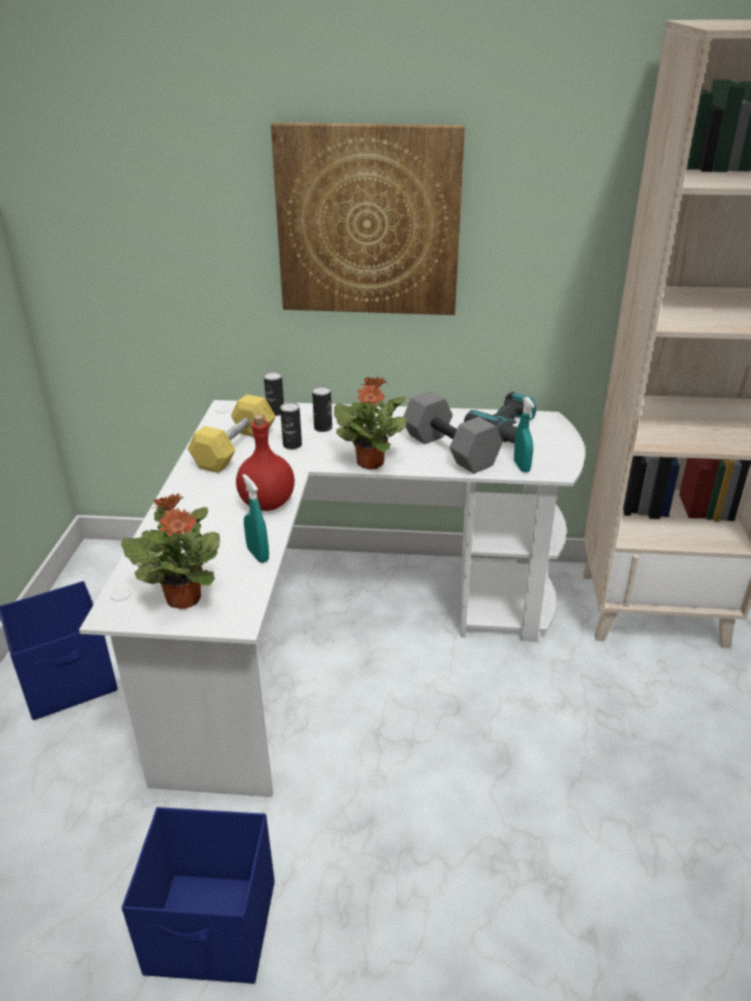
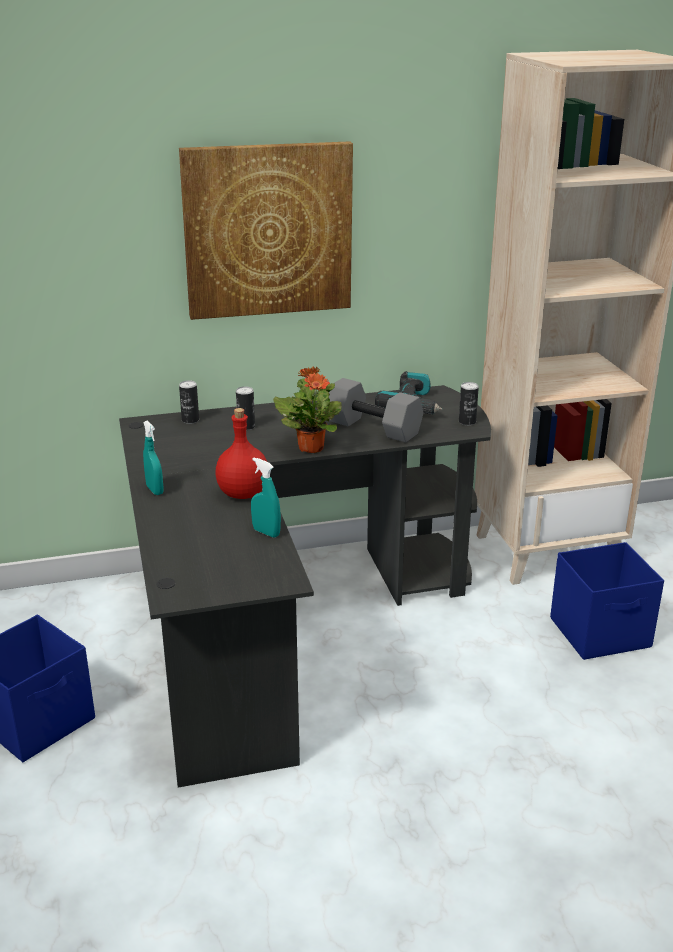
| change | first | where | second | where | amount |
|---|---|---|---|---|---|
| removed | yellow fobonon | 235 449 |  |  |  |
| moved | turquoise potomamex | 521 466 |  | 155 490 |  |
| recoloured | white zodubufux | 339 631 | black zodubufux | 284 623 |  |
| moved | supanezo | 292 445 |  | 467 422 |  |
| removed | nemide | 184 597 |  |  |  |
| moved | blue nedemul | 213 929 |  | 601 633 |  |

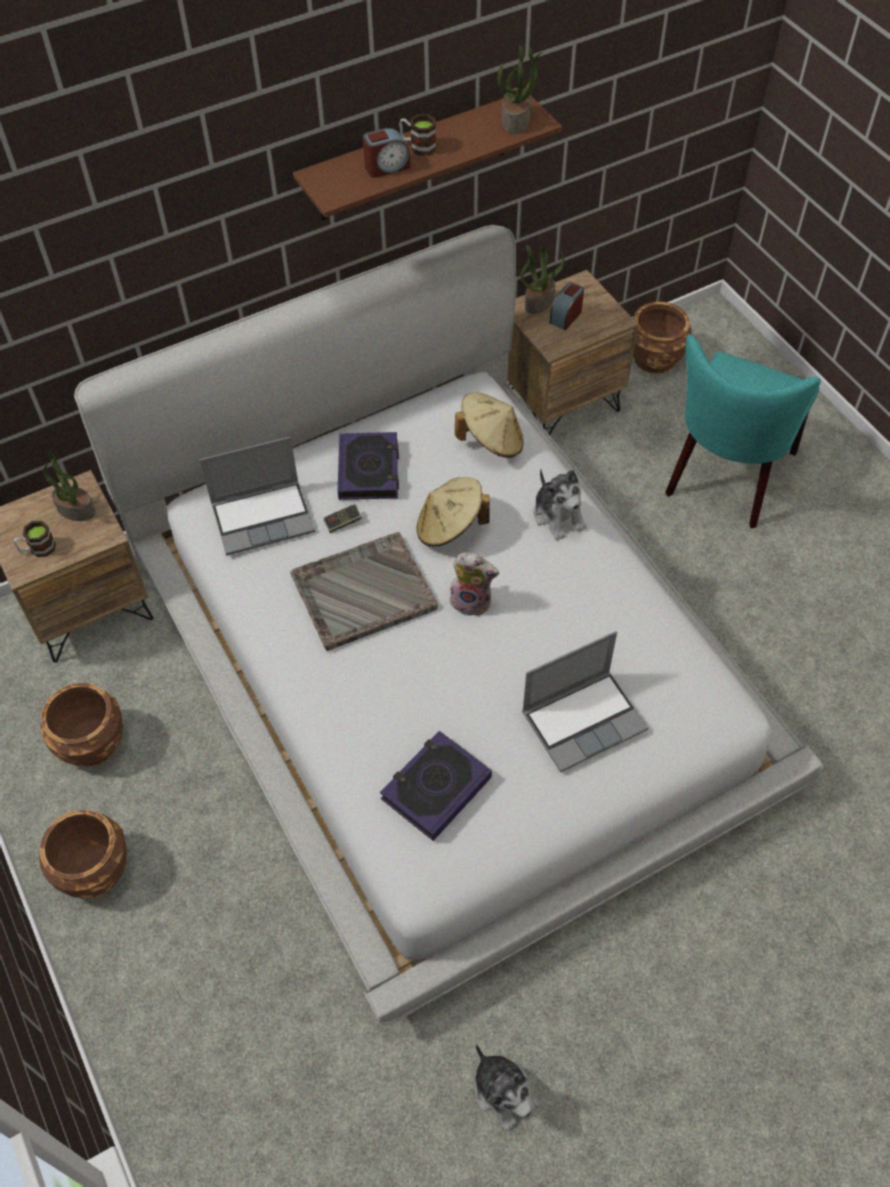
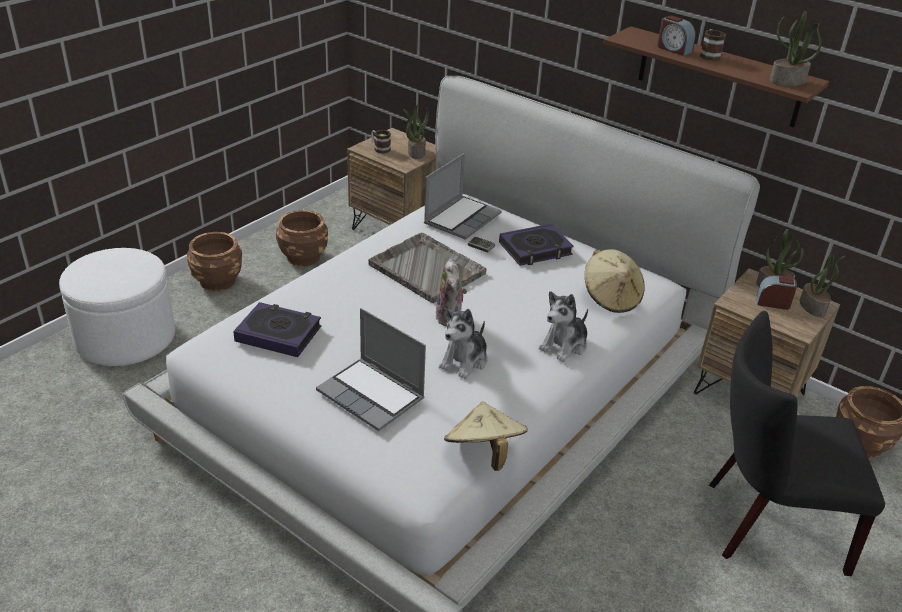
| change | first | where | second | where | amount |
|---|---|---|---|---|---|
| recoloured | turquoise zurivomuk | 726 478 | black zurivomuk | 765 524 |  |
| turned | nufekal | 264 517 |  | 462 218 | 105 degrees counterclockwise |
| moved | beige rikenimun | 450 527 |  | 484 453 |  |
| moved | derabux | 504 1091 |  | 465 361 |  |
| added |  |  | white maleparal | 126 338 |  |
| added |  |  | nemide | 813 307 |  |

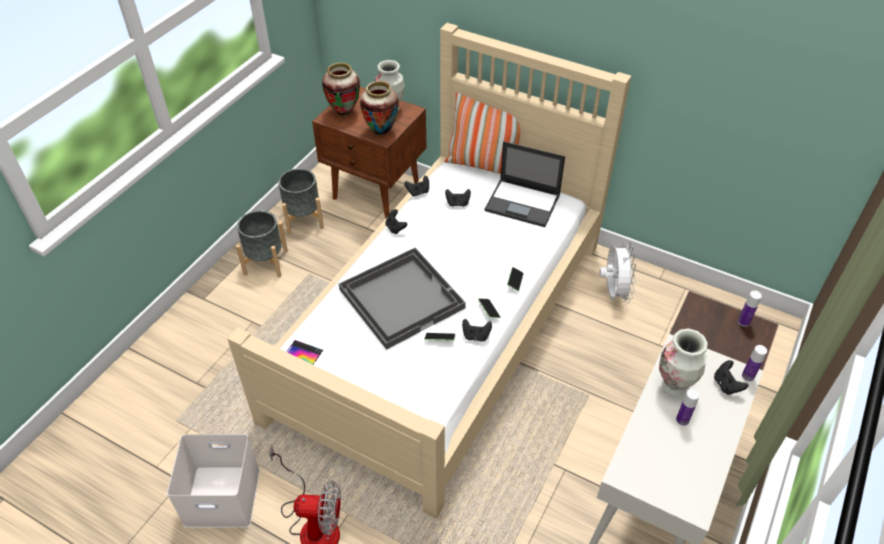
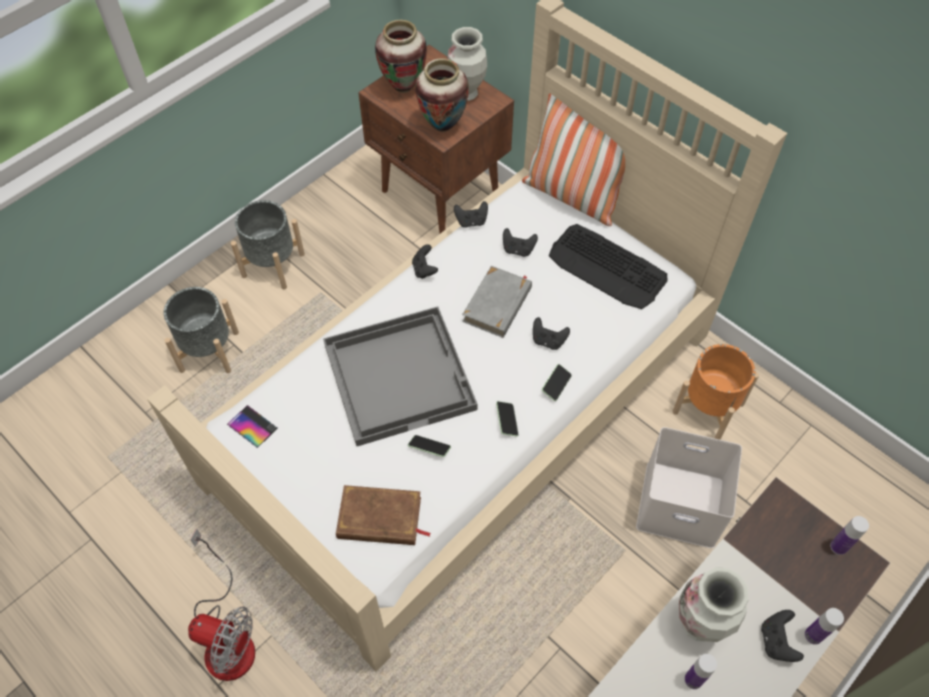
| change | first | where | second | where | amount |
|---|---|---|---|---|---|
| replaced | nufekal | 523 203 | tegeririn | 607 267 |  |
| moved | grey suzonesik | 303 219 |  | 209 351 |  |
| replaced | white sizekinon | 613 292 | orange suzonesik | 707 408 |  |
| moved | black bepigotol | 476 336 |  | 548 341 |  |
| moved | white nedemul | 220 498 |  | 678 505 |  |
| added |  |  | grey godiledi | 498 304 |  |
| added |  |  | brown godiledi | 380 519 |  |

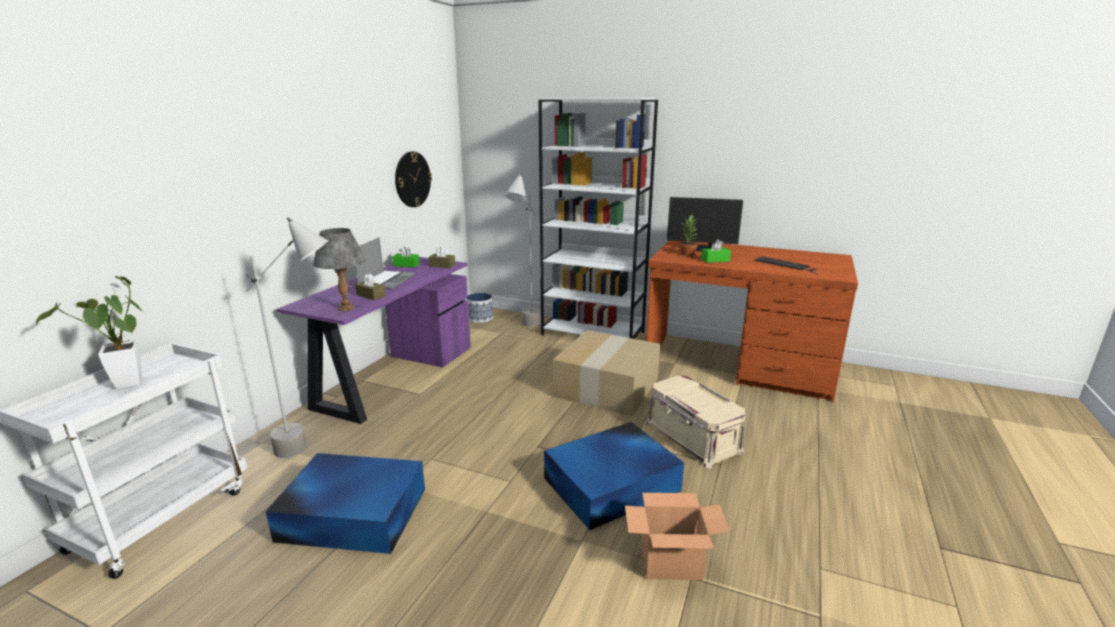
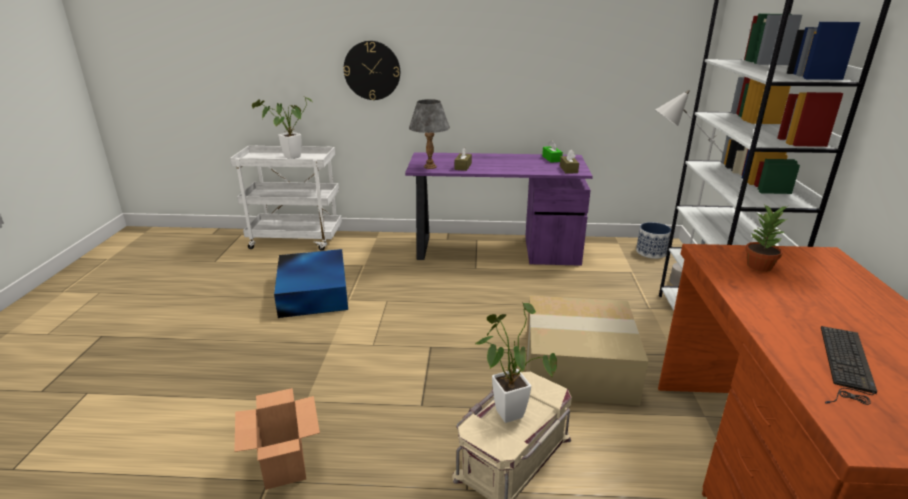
| change | first | where | second | where | amount |
|---|---|---|---|---|---|
| moved | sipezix | 412 179 |  | 372 70 |  |
| removed | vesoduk | 701 249 |  |  |  |
| removed | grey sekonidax | 316 448 |  |  |  |
| removed | nufekal | 386 281 |  |  |  |
| removed | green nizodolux | 715 260 |  |  |  |
| removed | blue nedemul | 613 484 |  |  |  |
| added |  |  | nemide | 506 409 |  |

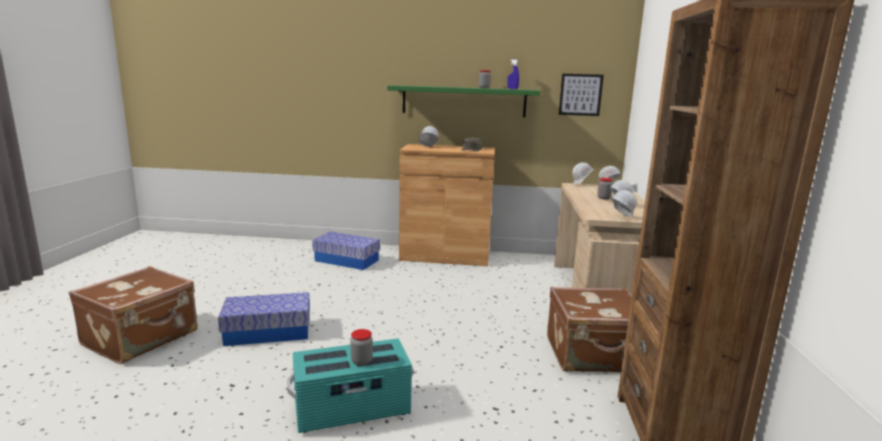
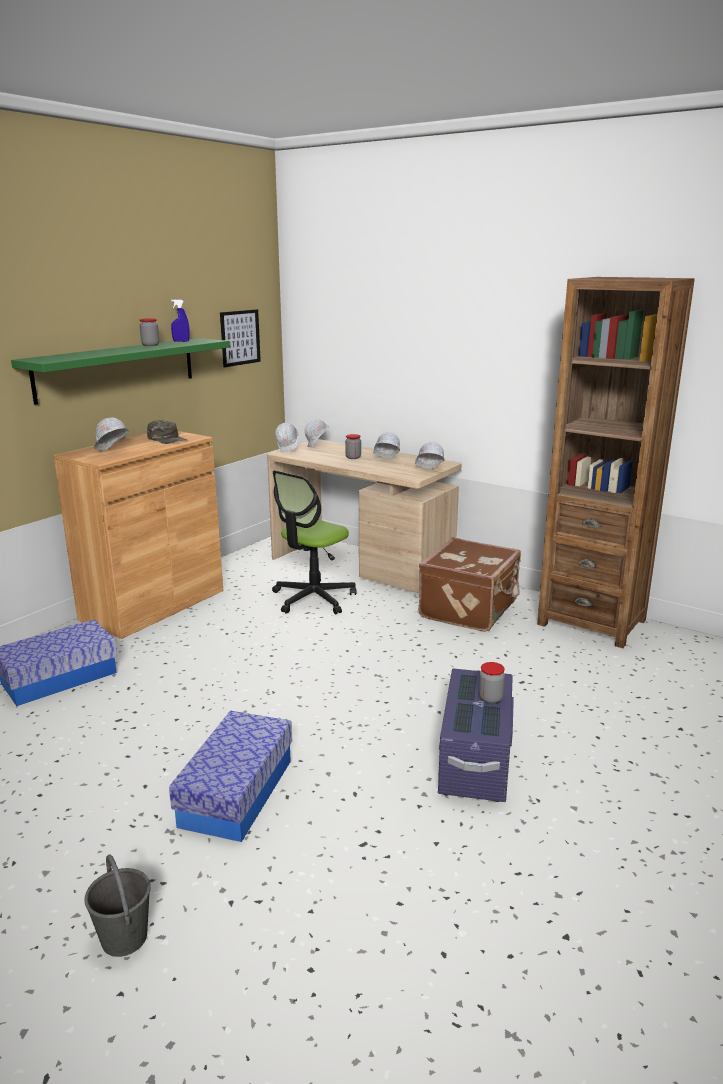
| change | first | where | second | where | amount |
|---|---|---|---|---|---|
| replaced | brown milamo | 142 338 | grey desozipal | 124 937 |  |
| recoloured | turquoise nedemul | 352 409 | purple nedemul | 475 760 |  |
| added |  |  | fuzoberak | 313 598 |  |

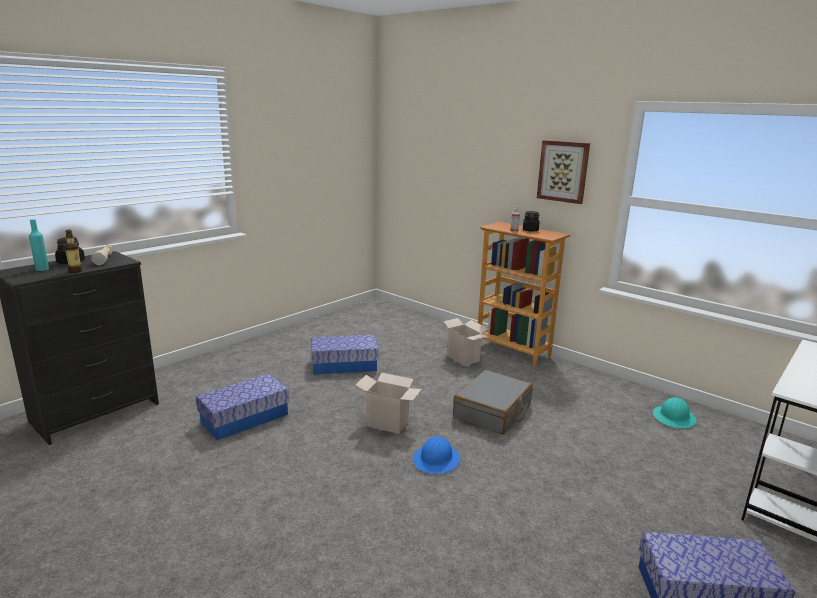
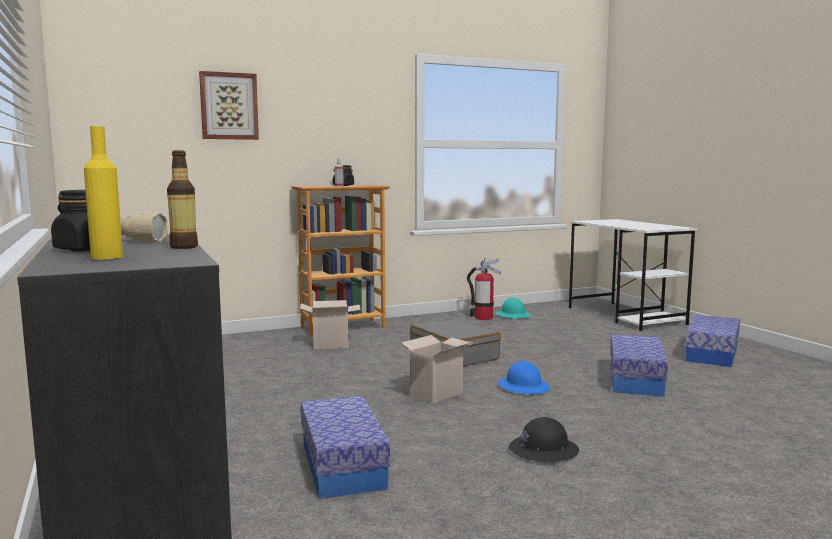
| change | first | where | second | where | amount |
|---|---|---|---|---|---|
| moved | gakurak | 563 171 |  | 229 106 |  |
| recoloured | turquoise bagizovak | 42 269 | yellow bagizovak | 107 257 |  |
| moved | nedemul | 344 365 |  | 635 380 |  |
| added |  |  | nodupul | 483 318 |  |
| added |  |  | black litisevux | 543 450 |  |

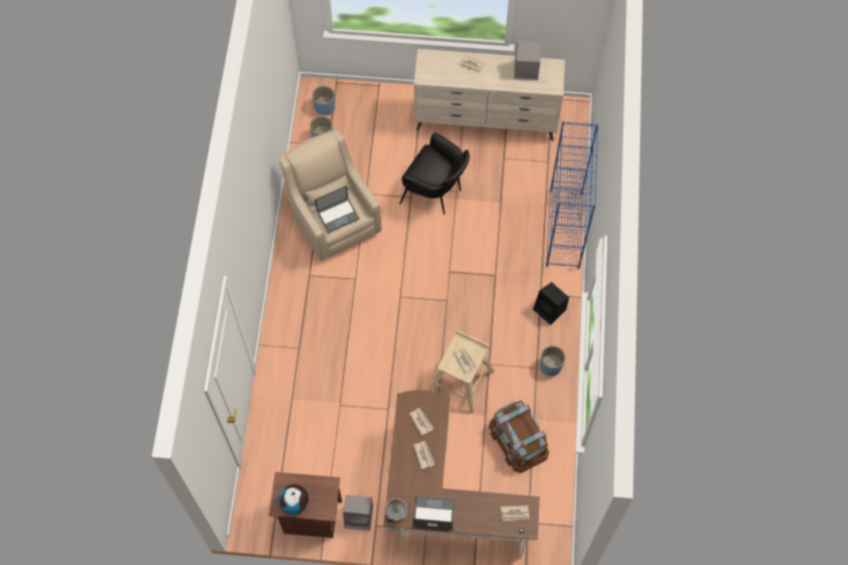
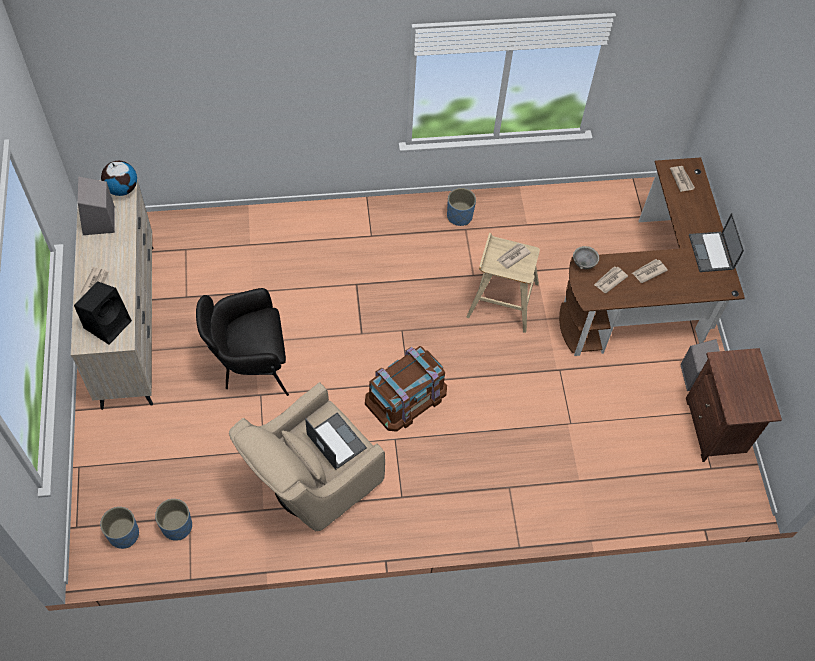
| change | first | where | second | where | amount |
|---|---|---|---|---|---|
| removed | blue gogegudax | 564 230 |  |  |  |
| turned | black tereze | 435 193 |  | 250 366 | 120 degrees counterclockwise |
| moved | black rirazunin | 550 310 |  | 108 323 |  |
| moved | brown nedemul | 518 440 |  | 406 396 |  |
| moved | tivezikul | 295 503 |  | 122 188 |  |
| moved | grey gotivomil | 396 511 |  | 583 263 |  |

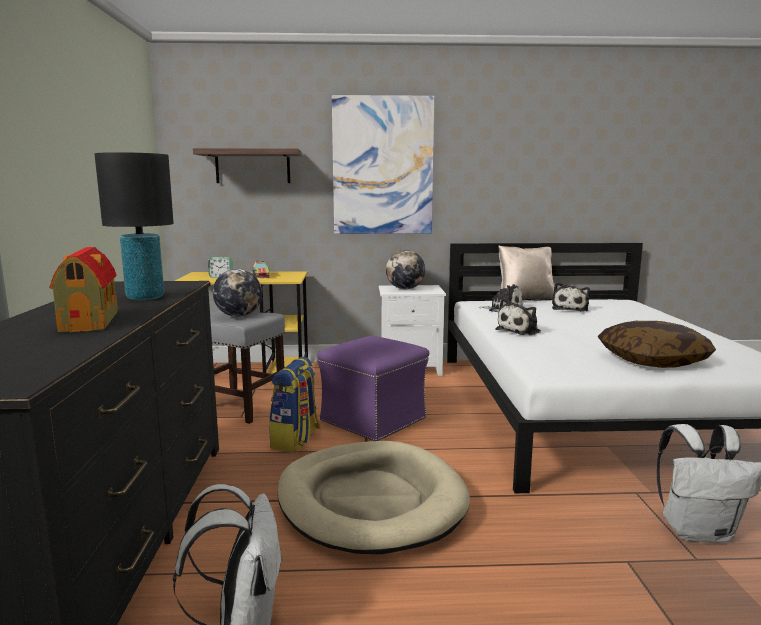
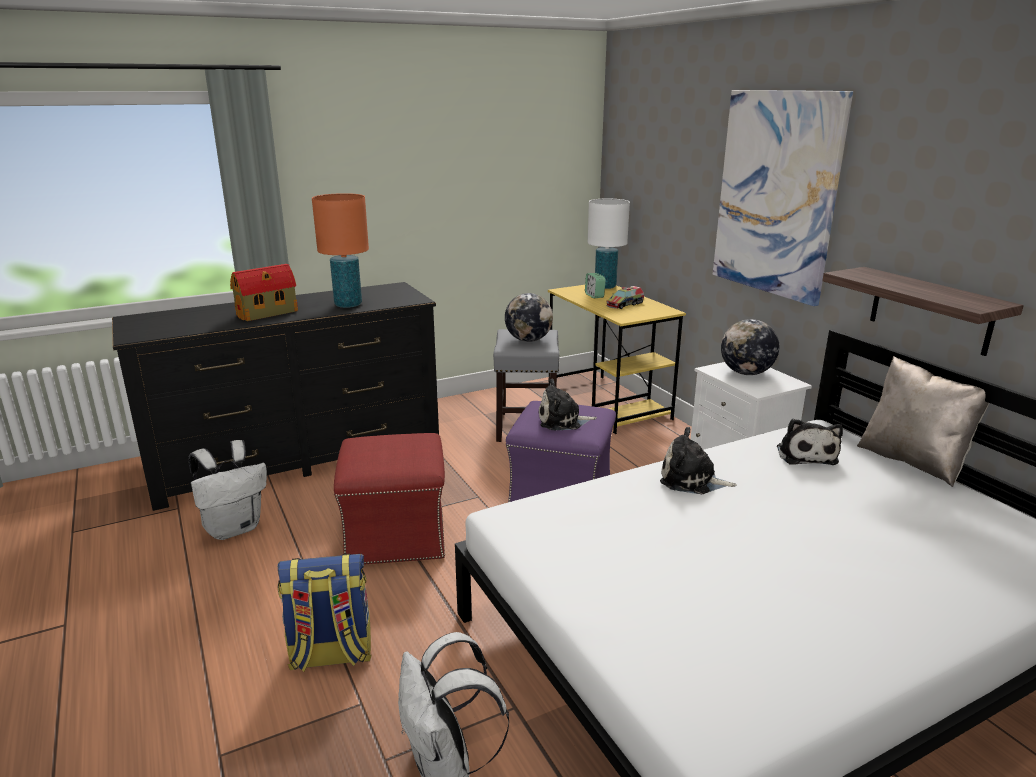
| change | first | where | second | where | amount |
|---|---|---|---|---|---|
| moved | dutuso | 252 167 |  | 930 310 |  |
| recoloured | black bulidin | 145 297 | orange bulidin | 348 305 |  |
| moved | derabux | 570 309 |  | 562 421 |  |
| removed | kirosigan | 652 360 |  |  |  |
| moved | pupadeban | 296 440 |  | 330 655 |  |
| replaced | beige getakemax | 370 501 | red maleparal | 397 535 |  |
| added |  |  | white bulidin | 605 286 |  |

